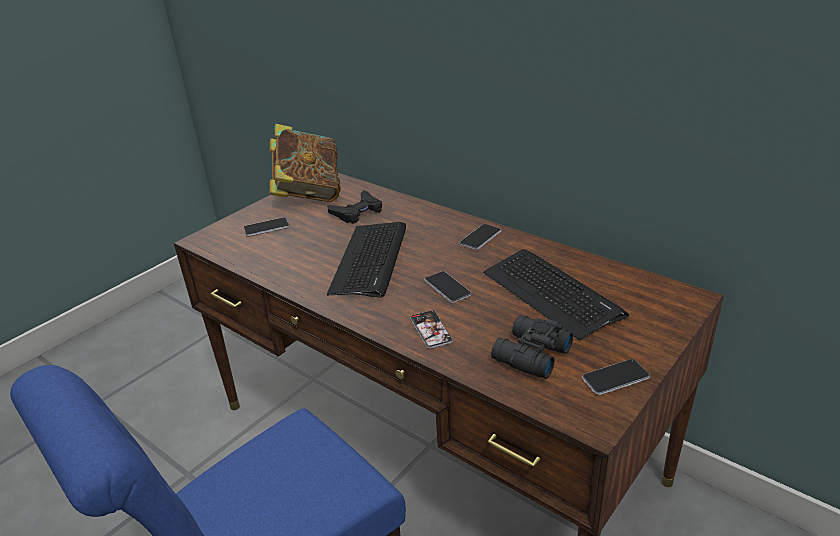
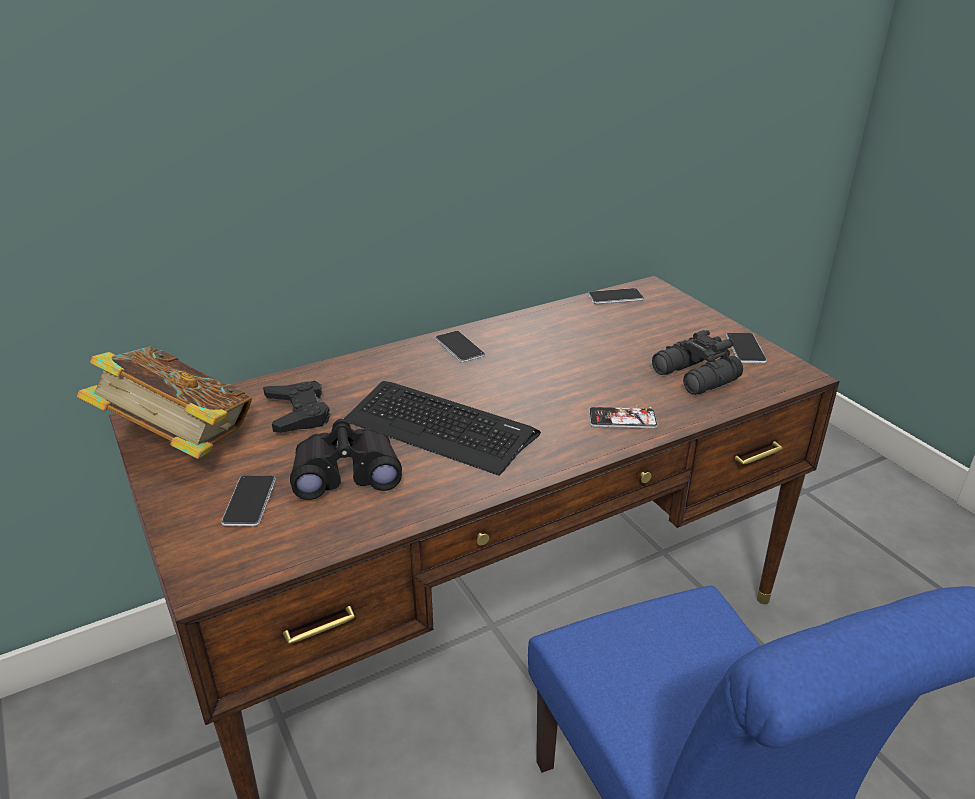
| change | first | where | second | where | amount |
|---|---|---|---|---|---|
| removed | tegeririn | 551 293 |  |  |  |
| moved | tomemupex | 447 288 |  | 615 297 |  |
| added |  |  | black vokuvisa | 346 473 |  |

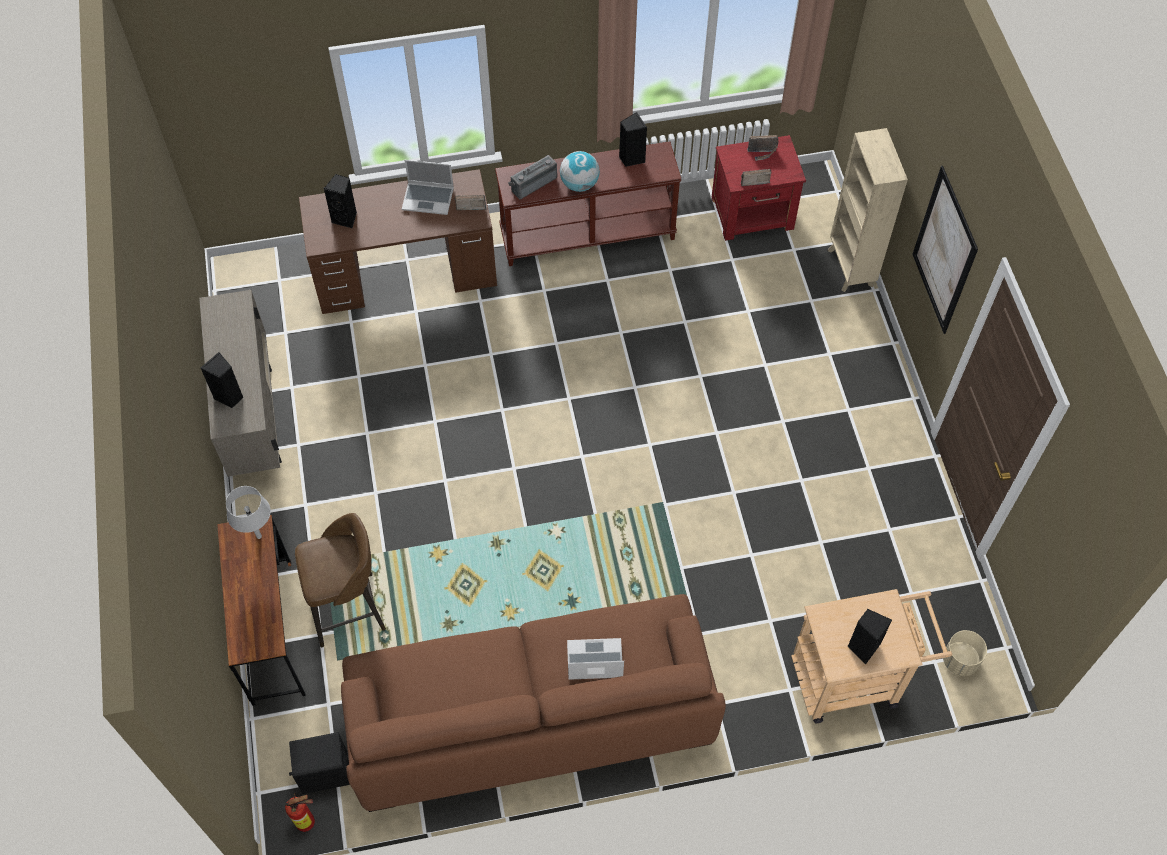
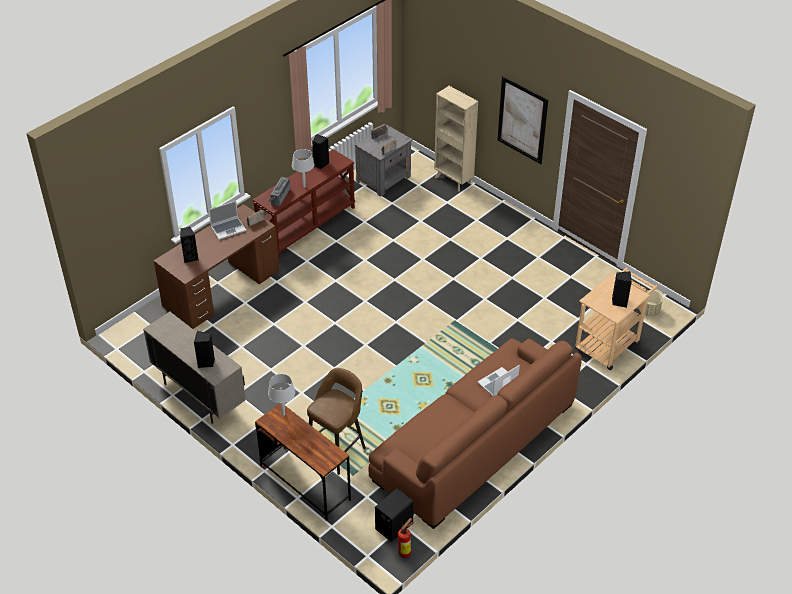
| change | first | where | second | where | amount |
|---|---|---|---|---|---|
| recoloured | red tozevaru | 753 214 | grey tozevaru | 384 179 |  |
| replaced | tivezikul | 579 184 | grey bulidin | 304 186 |  |

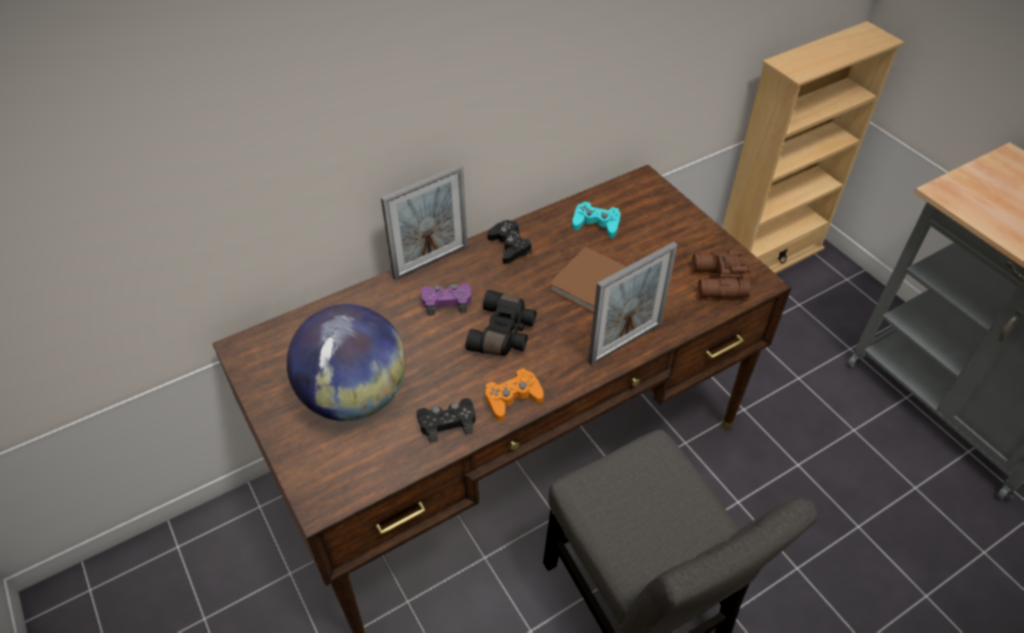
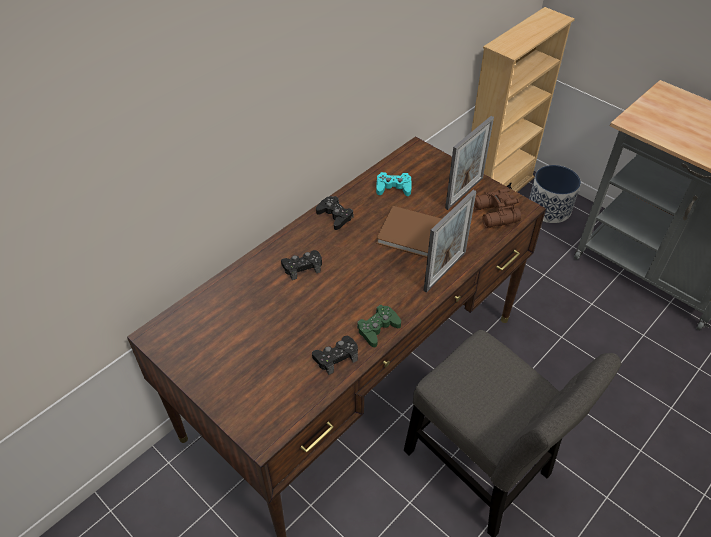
| change | first | where | second | where | amount |
|---|---|---|---|---|---|
| moved | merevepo | 431 262 |  | 464 193 |  |
| recoloured | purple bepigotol | 446 302 | black bepigotol | 302 267 |  |
| removed | black vokuvisa | 504 333 |  |  |  |
| removed | tivezikul | 355 396 |  |  |  |
| recoloured | orange bepigotol | 512 398 | green bepigotol | 378 328 |  |
| added |  |  | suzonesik | 549 209 |  |

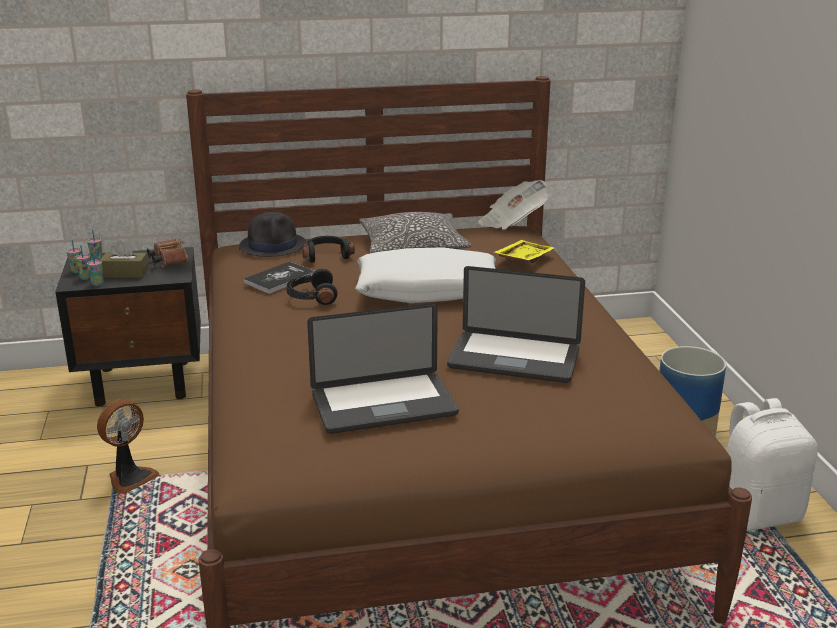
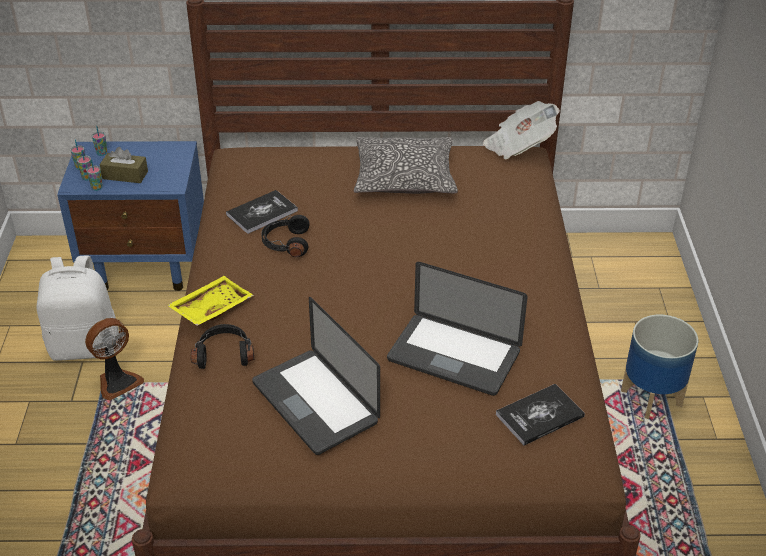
| change | first | where | second | where | amount |
|---|---|---|---|---|---|
| removed | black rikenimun | 273 246 |  |  |  |
| moved | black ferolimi | 326 255 |  | 224 353 |  |
| removed | brown vokuvisa | 168 261 |  |  |  |
| moved | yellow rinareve | 523 259 |  | 211 308 |  |
| recoloured | black tozevaru | 145 382 | blue tozevaru | 148 265 |  |
| removed | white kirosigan | 428 291 |  |  |  |
| turned | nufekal | 384 405 |  | 315 402 | 60 degrees clockwise |
| moved | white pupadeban | 756 514 |  | 85 346 |  |
| added |  |  | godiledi | 539 416 |  |

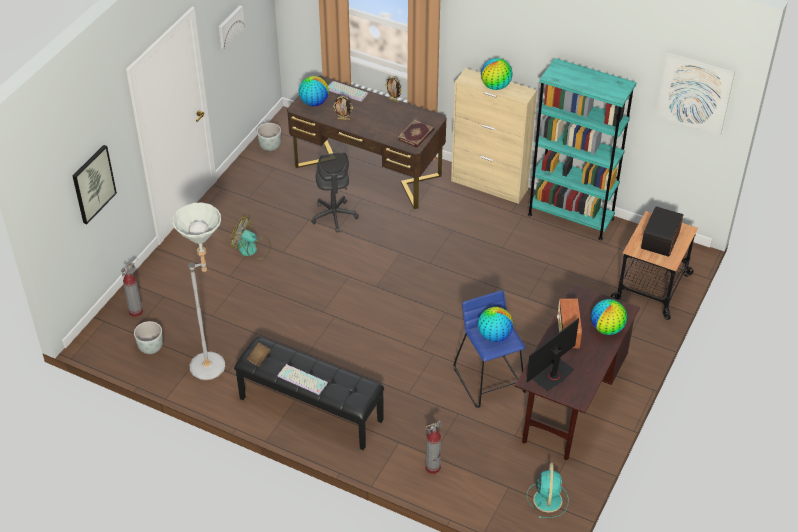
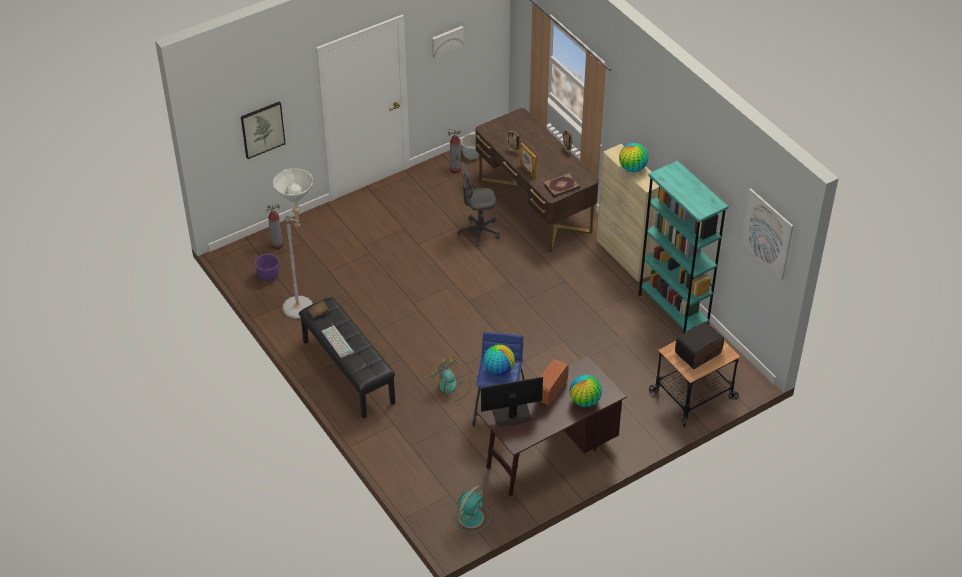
| change | first | where | second | where | amount |
|---|---|---|---|---|---|
| removed | tivezikul | 314 103 |  |  |  |
| removed | tegeririn | 347 91 |  |  |  |
| turned | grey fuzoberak | 334 216 |  | 479 232 | 60 degrees clockwise |
| moved | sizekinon | 252 249 |  | 451 388 |  |
| recoloured | grey suzonesik | 150 347 | purple suzonesik | 268 276 |  |
| moved | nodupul | 433 467 |  | 455 169 |  |
| added |  |  | merevepo | 527 171 |  |

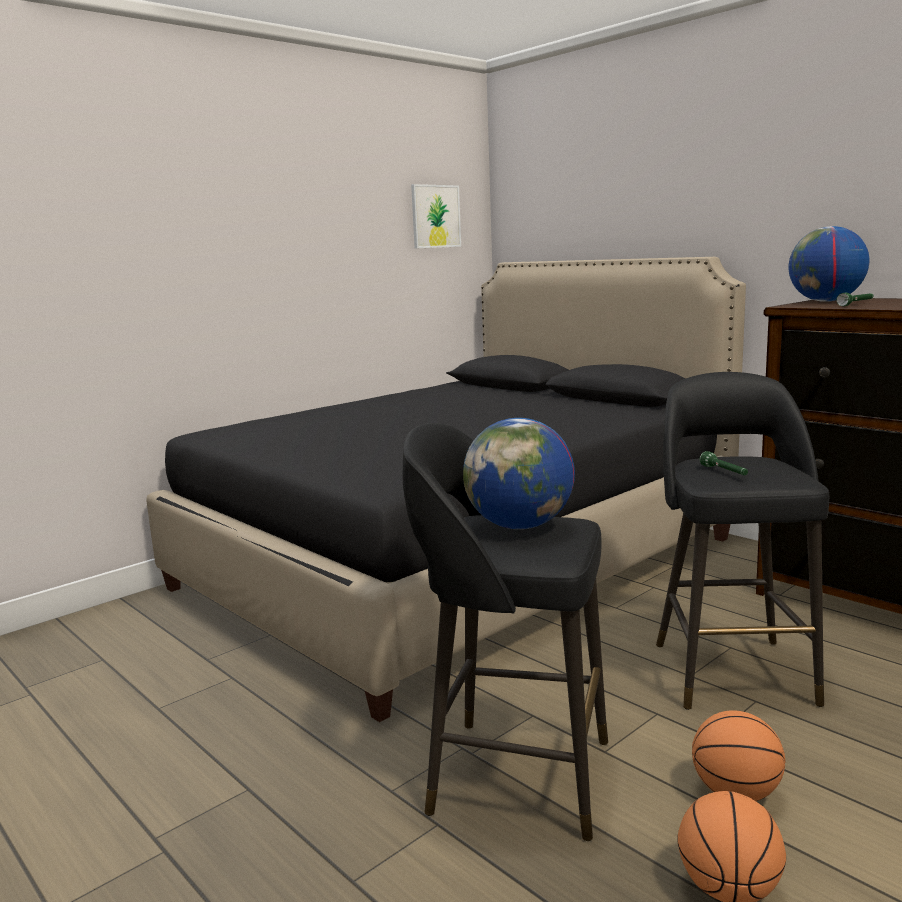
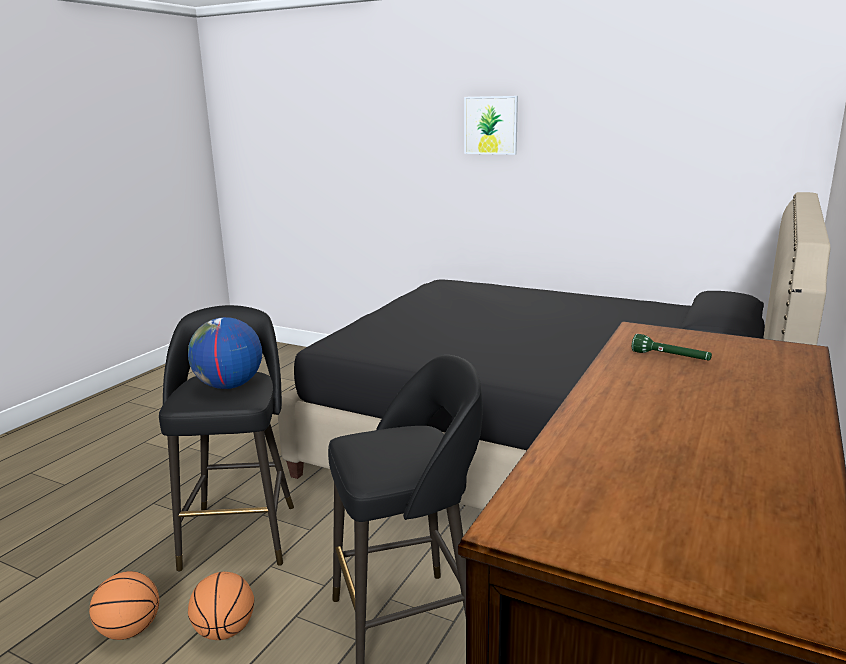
| change | first | where | second | where | amount |
|---|---|---|---|---|---|
| moved | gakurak | 435 216 |  | 491 125 |  |
| removed | tivezikul | 825 301 |  |  |  |
| removed | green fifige | 724 472 |  |  |  |

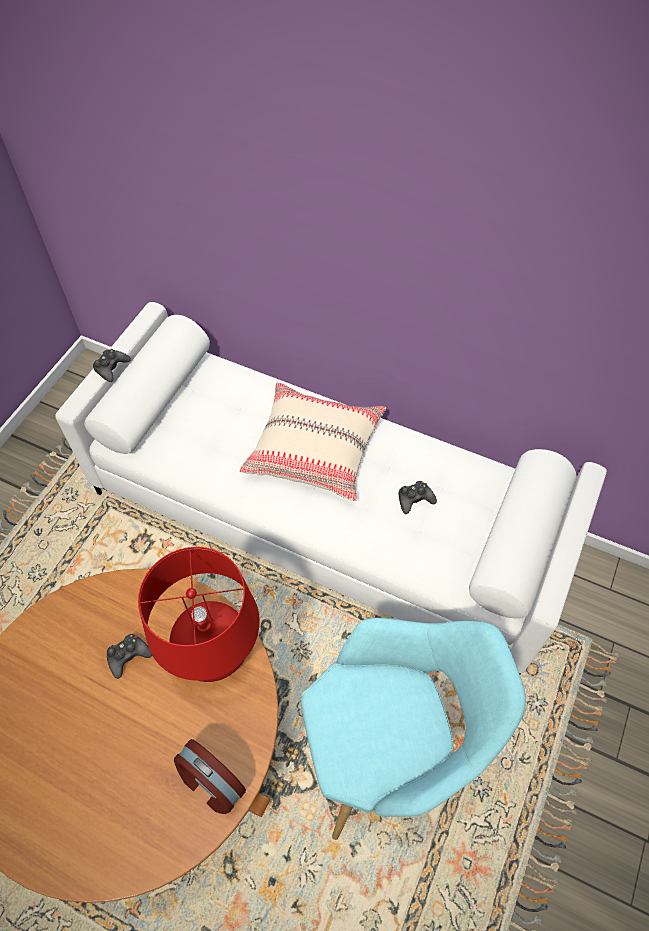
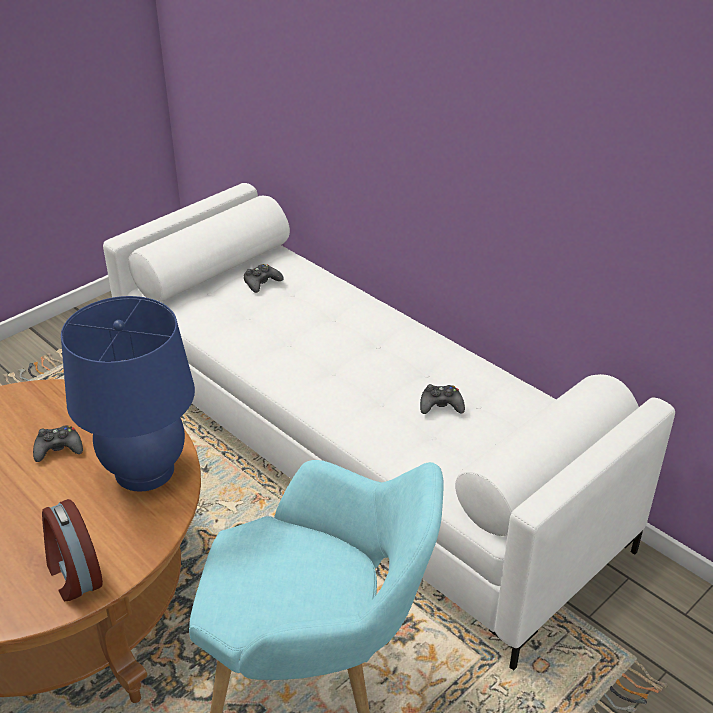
| change | first | where | second | where | amount |
|---|---|---|---|---|---|
| moved | black bepigotol | 111 368 |  | 261 283 |  |
| removed | beige kirosigan | 315 449 |  |  |  |
| recoloured | red bulidin | 214 654 | blue bulidin | 144 470 |  |

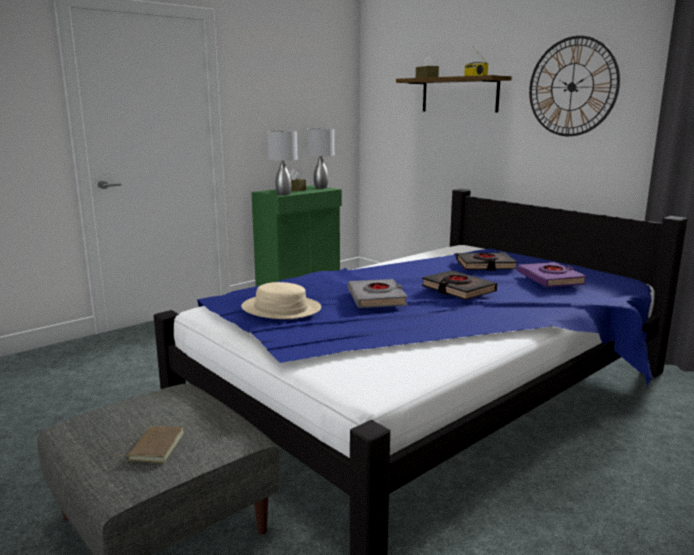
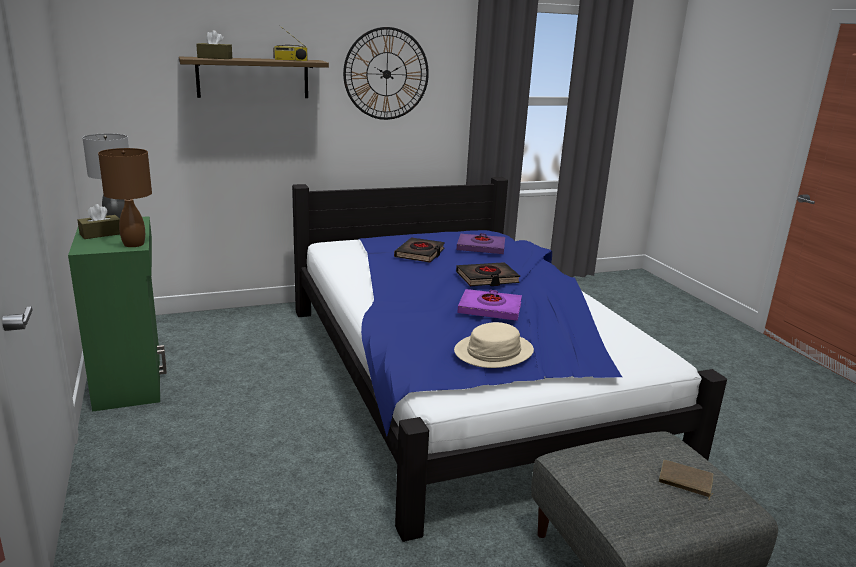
| change | first | where | second | where | amount |
|---|---|---|---|---|---|
| recoloured | grey bulidin | 283 194 | brown bulidin | 133 244 |  |
| recoloured | grey godiledi | 377 298 | purple godiledi | 490 309 |  |

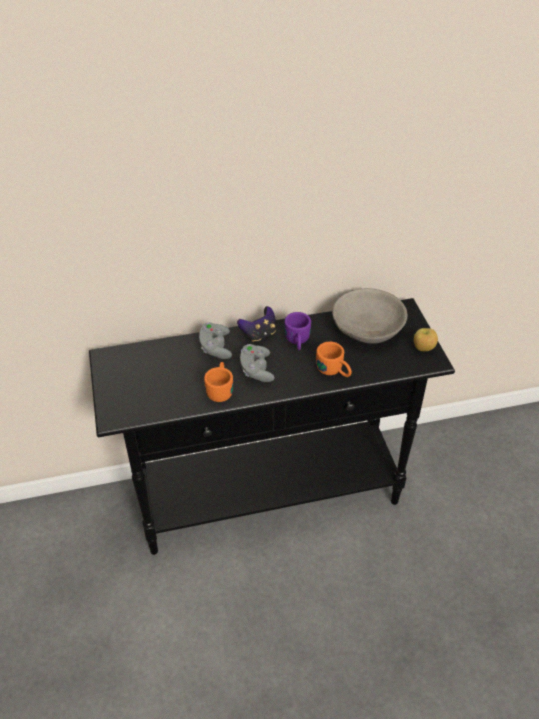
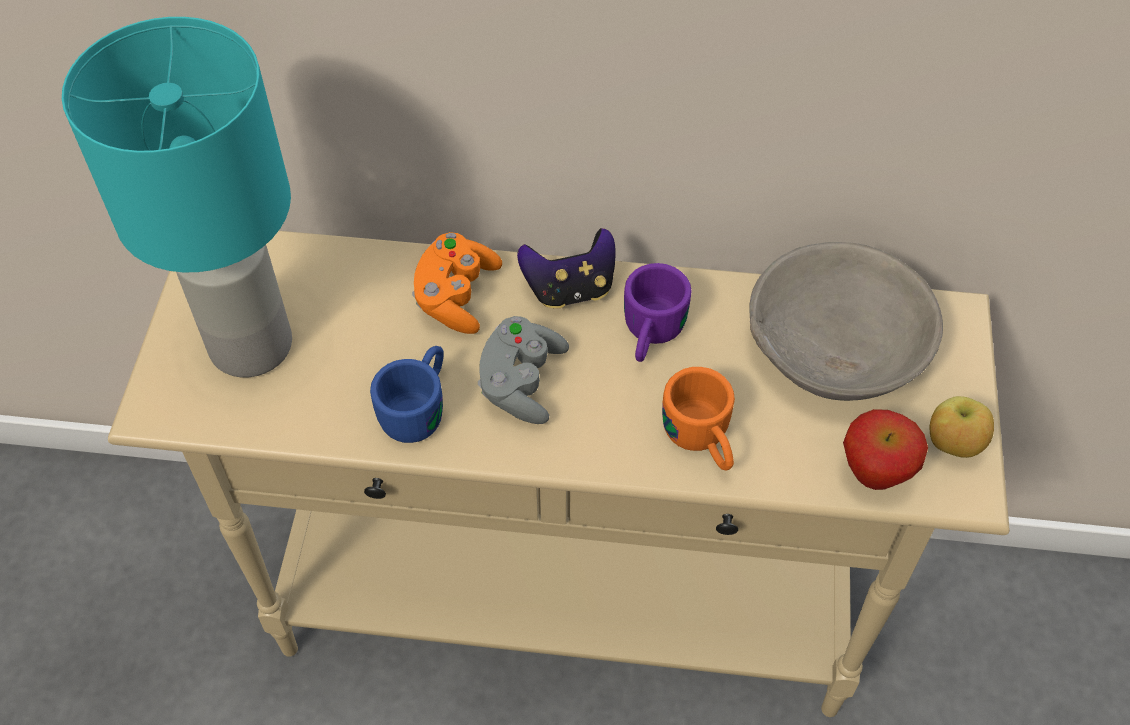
| change | first | where | second | where | amount |
|---|---|---|---|---|---|
| recoloured | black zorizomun | 270 495 | beige zorizomun | 567 604 |  |
| recoloured | grey bepigotol | 215 347 | orange bepigotol | 456 296 |  |
| recoloured | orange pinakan | 220 388 | blue pinakan | 419 405 |  |
| added |  |  | turquoise bulidin | 249 346 |  |
| added |  |  | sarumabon | 874 475 |  |

